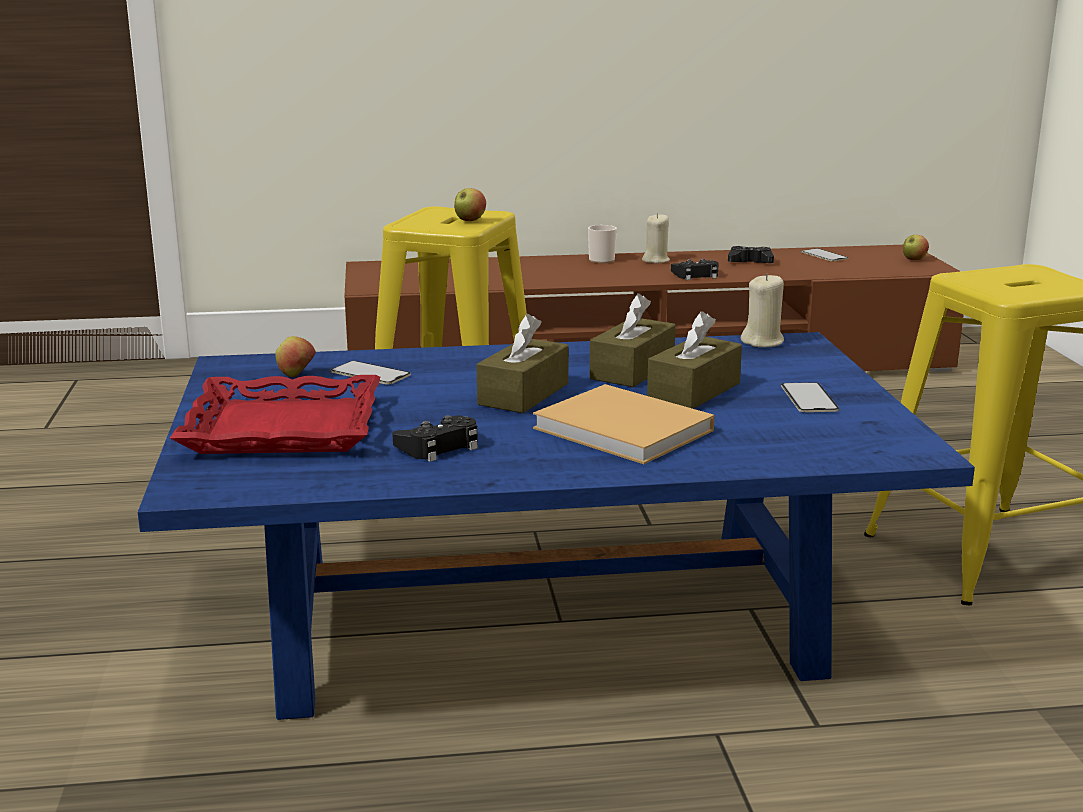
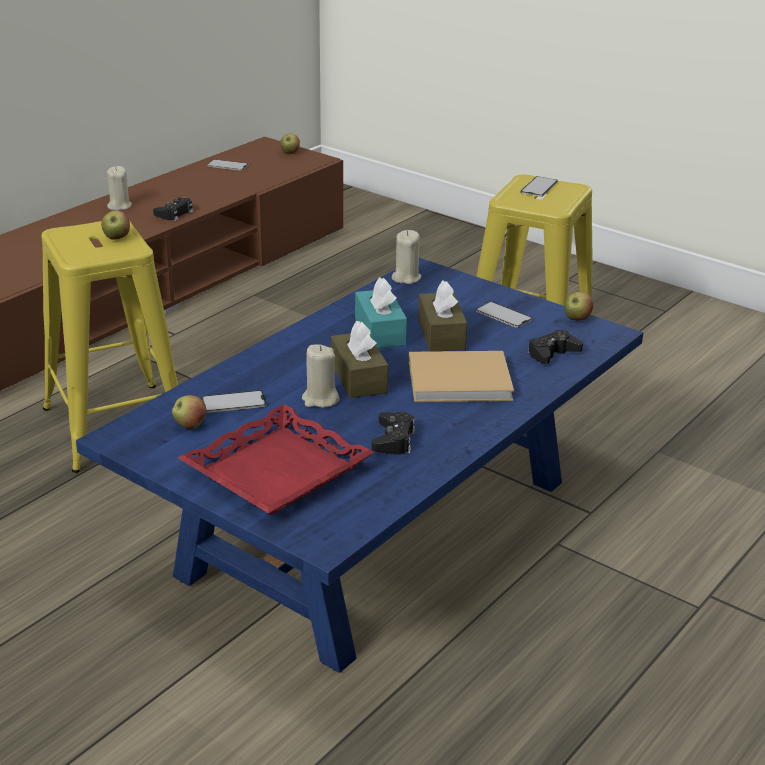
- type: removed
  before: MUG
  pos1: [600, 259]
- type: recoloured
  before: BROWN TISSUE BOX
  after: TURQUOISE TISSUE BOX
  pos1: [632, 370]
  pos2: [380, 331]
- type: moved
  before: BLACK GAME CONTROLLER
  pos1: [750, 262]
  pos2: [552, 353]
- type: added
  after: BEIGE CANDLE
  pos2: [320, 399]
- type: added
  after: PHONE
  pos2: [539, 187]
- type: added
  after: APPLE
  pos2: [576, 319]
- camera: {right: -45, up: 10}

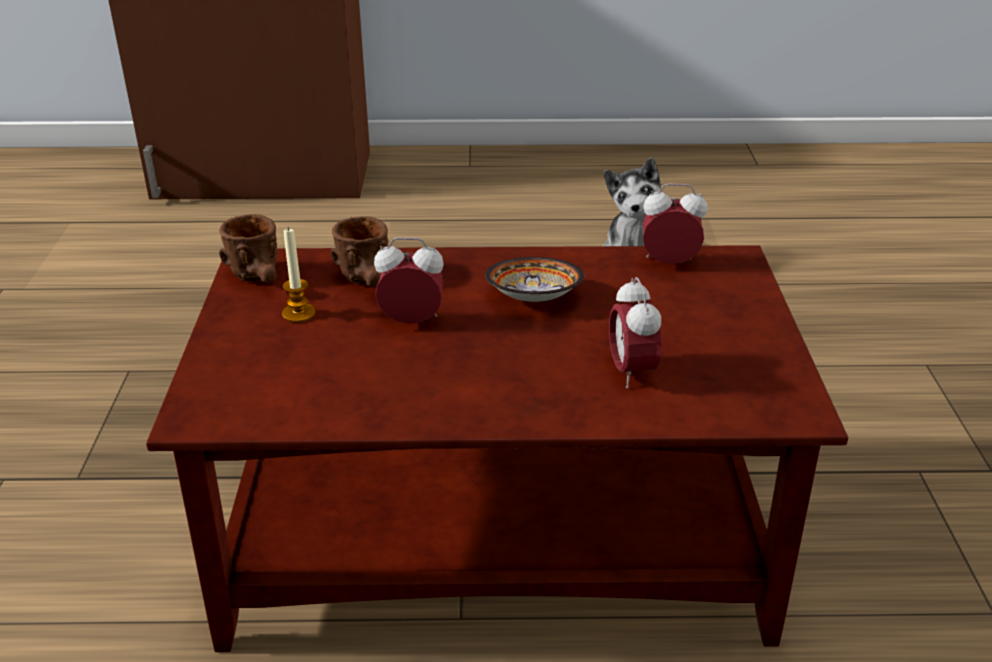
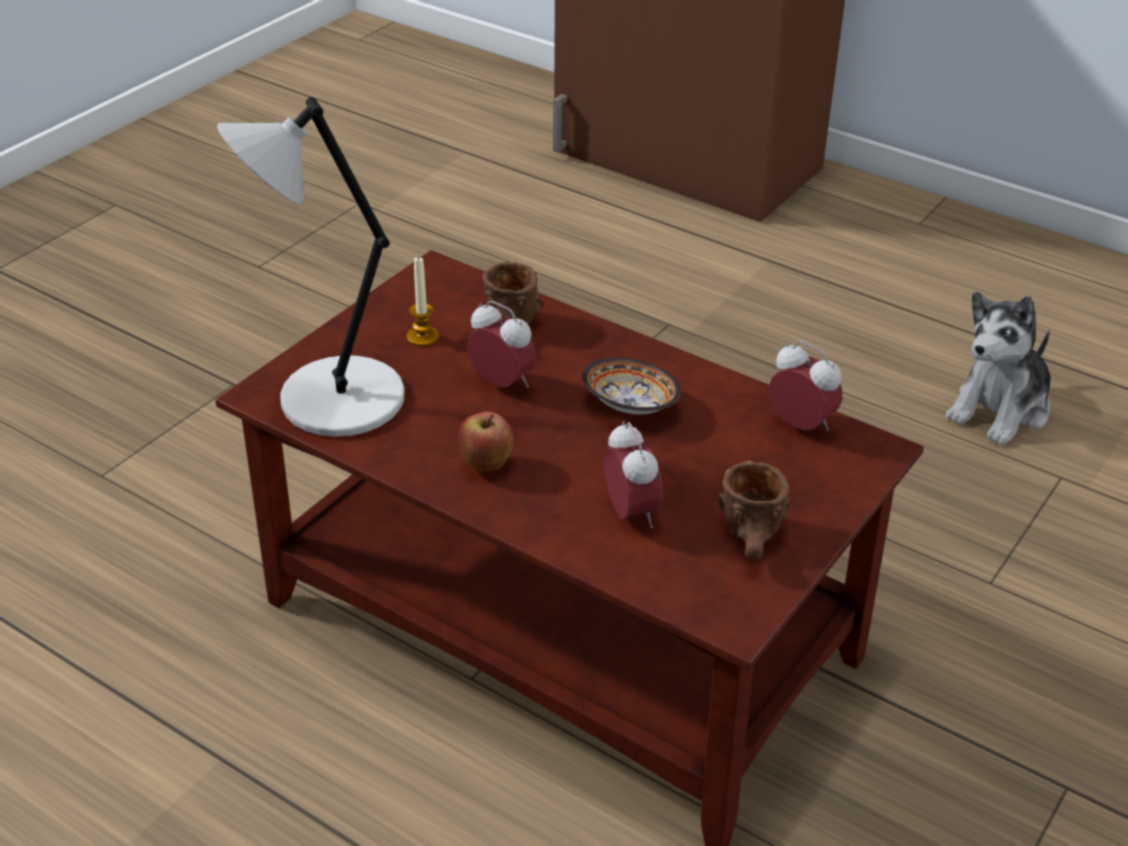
- type: moved
  before: BROWN MUG
  pos1: [262, 279]
  pos2: [754, 542]
- type: turned
  before: ALARM CLOCK
  pos1: [631, 372]
  pos2: [631, 513]
  turn: 135
- type: added
  after: GREY TABLE LAMP
  pos2: [335, 401]
- type: added
  after: APPLE
  pos2: [486, 465]
- camera: {right: 35, up: 5}

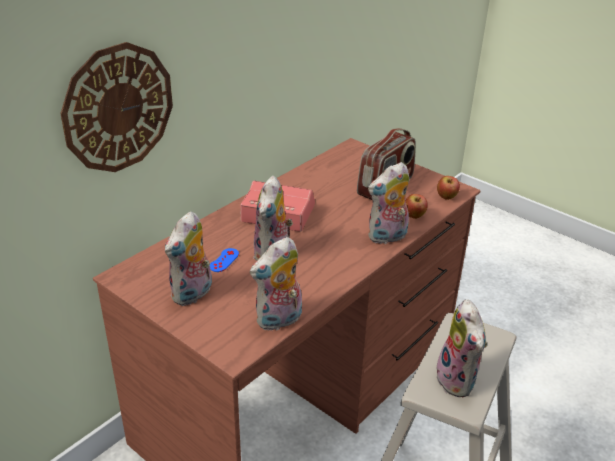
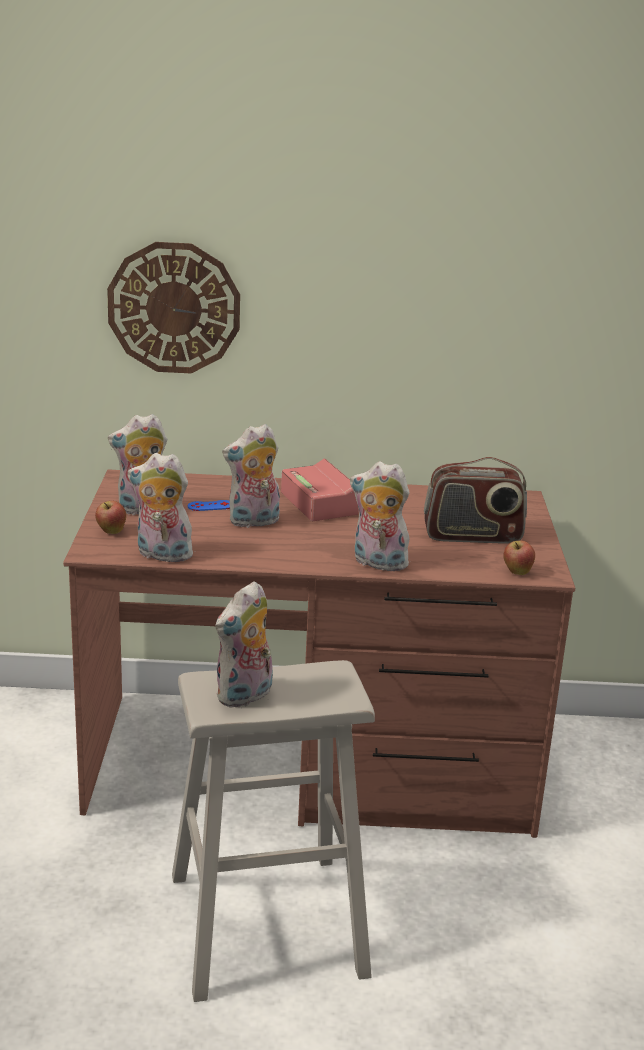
- type: moved
  before: APPLE
  pos1: [414, 216]
  pos2: [111, 531]
- camera: {right: 50, up: -10}

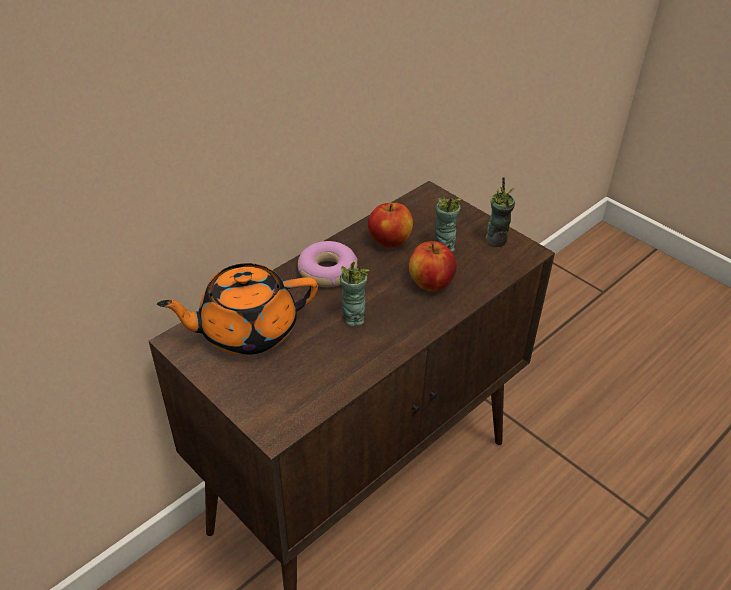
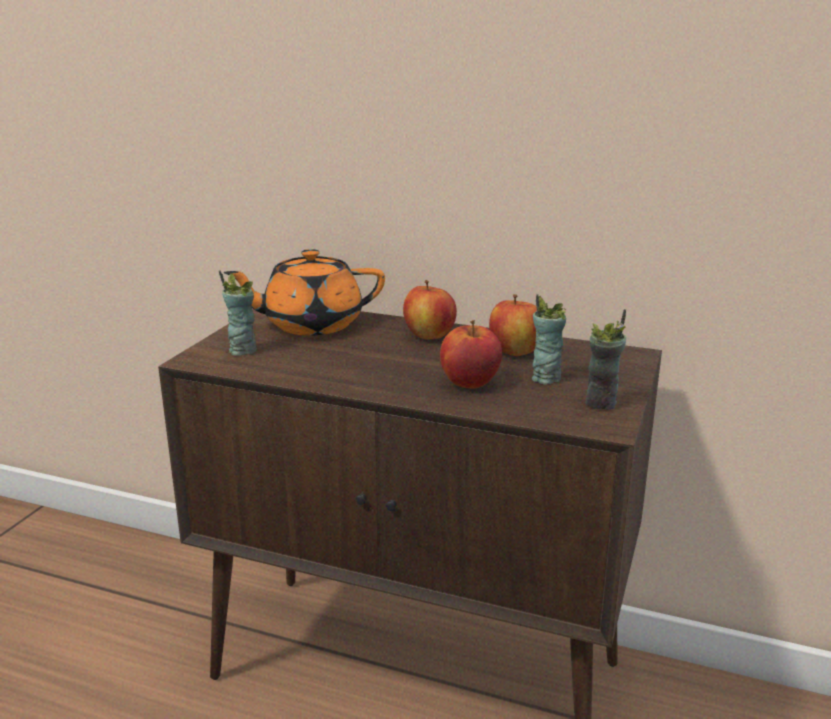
- type: turned
  before: ORANGE TEAPOT
  pos1: [246, 330]
  pos2: [310, 324]
  turn: -60
- type: replaced
  before: DONUT
  after: APPLE
  pos1: [327, 271]
  pos2: [429, 335]
- type: moved
  before: CUP
  pos1: [353, 317]
  pos2: [242, 350]
- camera: {right: 65, up: -20}

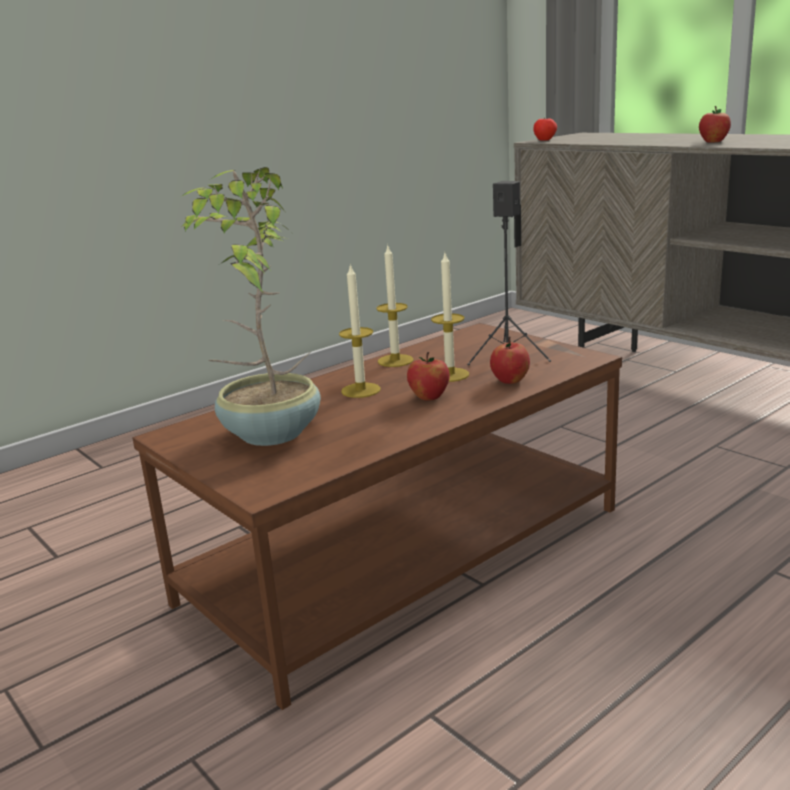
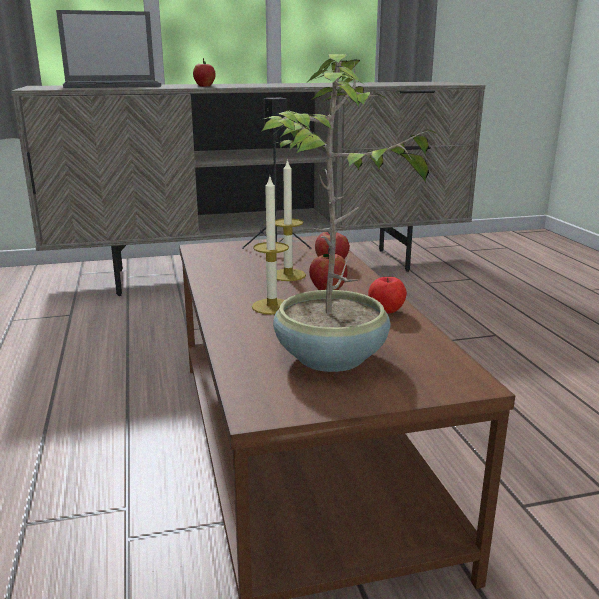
- type: removed
  before: CANDLE
  pos1: [395, 361]
- type: moved
  before: APPLE
  pos1: [545, 140]
  pos2: [386, 310]
- type: added
  after: LAPTOP
  pos2: [113, 85]
- camera: {right: -65, up: 0}

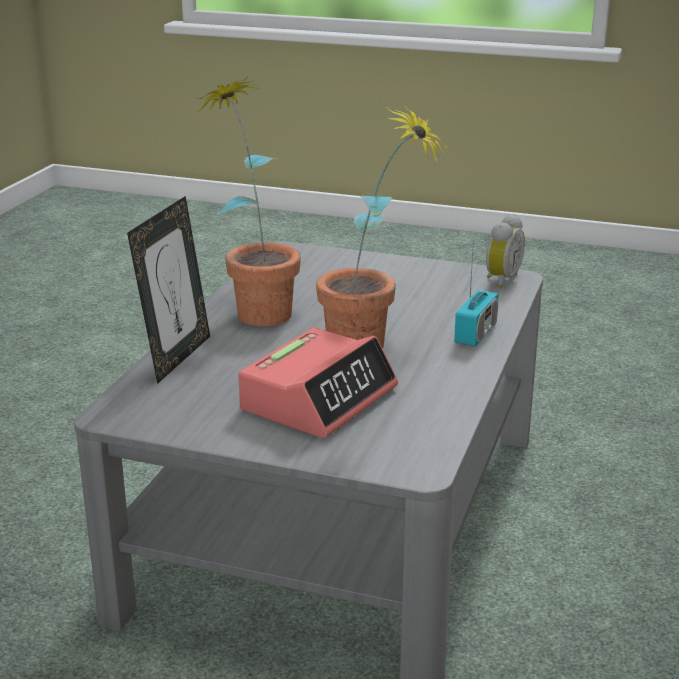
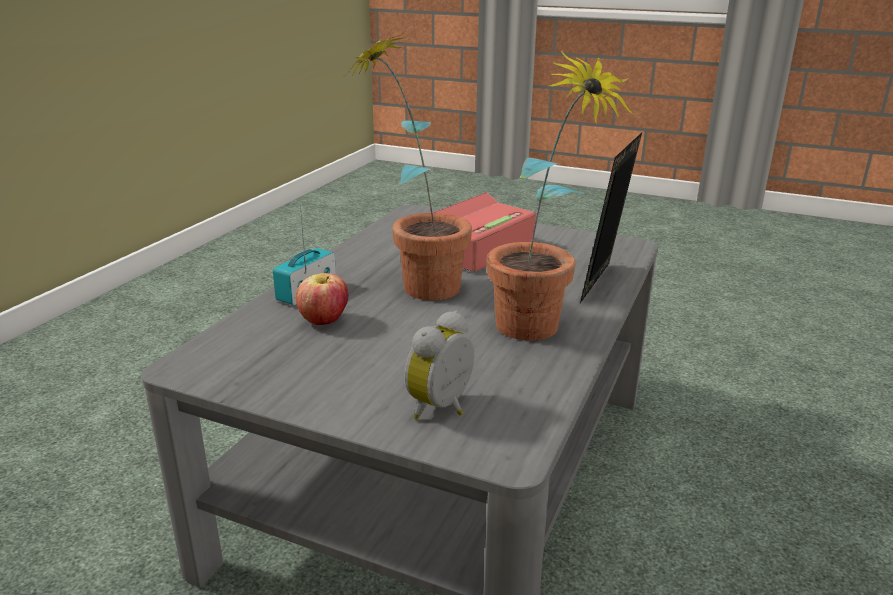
- type: moved
  before: ALARM CLOCK
  pos1: [500, 280]
  pos2: [444, 408]
- type: added
  after: APPLE
  pos2: [324, 321]
- camera: {right: -175, up: 0}

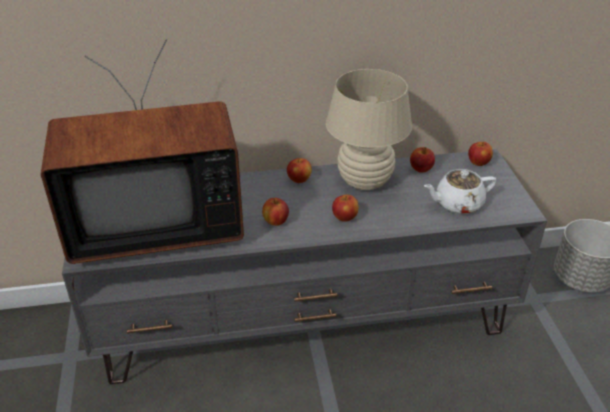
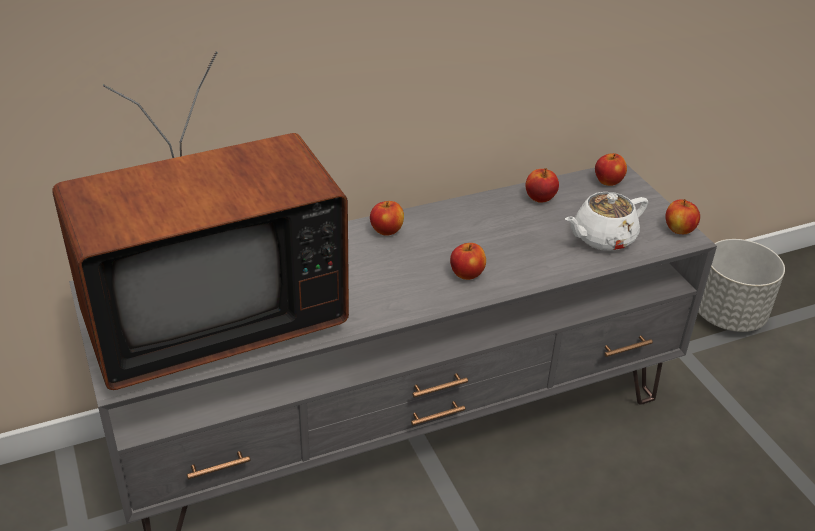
- type: moved
  before: APPLE
  pos1: [275, 221]
  pos2: [679, 230]
- type: removed
  before: BEIGE TABLE LAMP
  pos1: [364, 181]
- camera: {right: -15, up: 0}

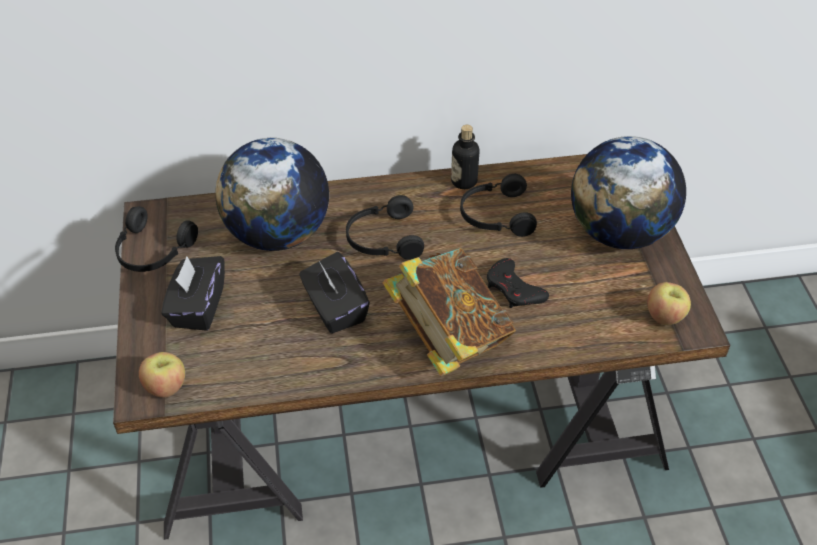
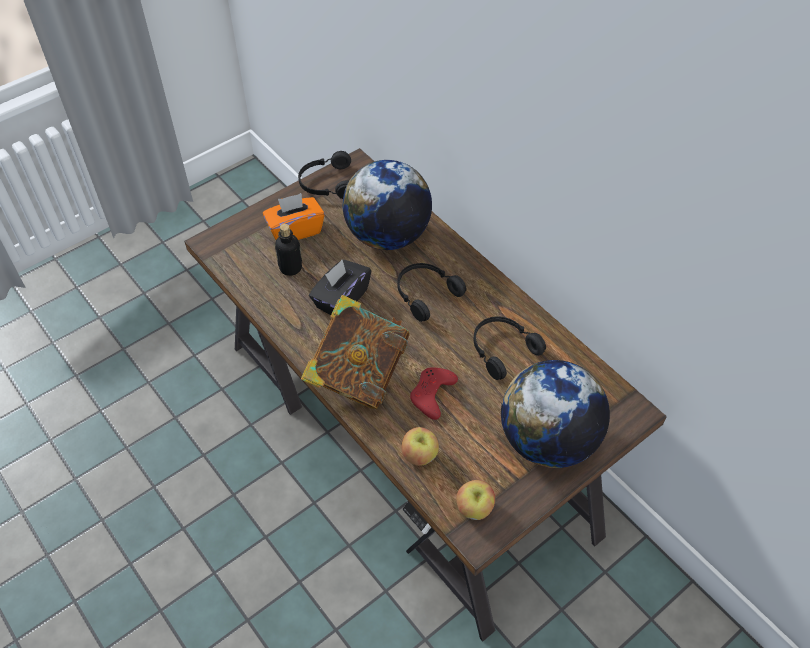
- type: moved
  before: APPLE
  pos1: [166, 387]
  pos2: [419, 455]
- type: recoloured
  before: BLACK TISSUE BOX
  after: ORANGE TISSUE BOX
  pos1: [197, 307]
  pos2: [295, 230]
- type: moved
  before: BOTTLE
  pos1: [464, 181]
  pos2: [290, 268]
- type: recoloured
  before: BLACK GAME CONTROLLER
  after: RED GAME CONTROLLER
  pos1: [514, 289]
  pos2: [432, 394]
- camera: {right: 60, up: 5}

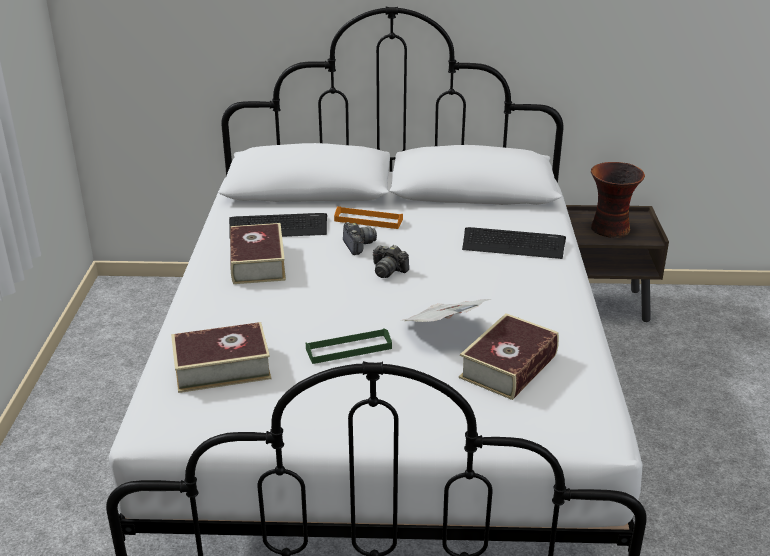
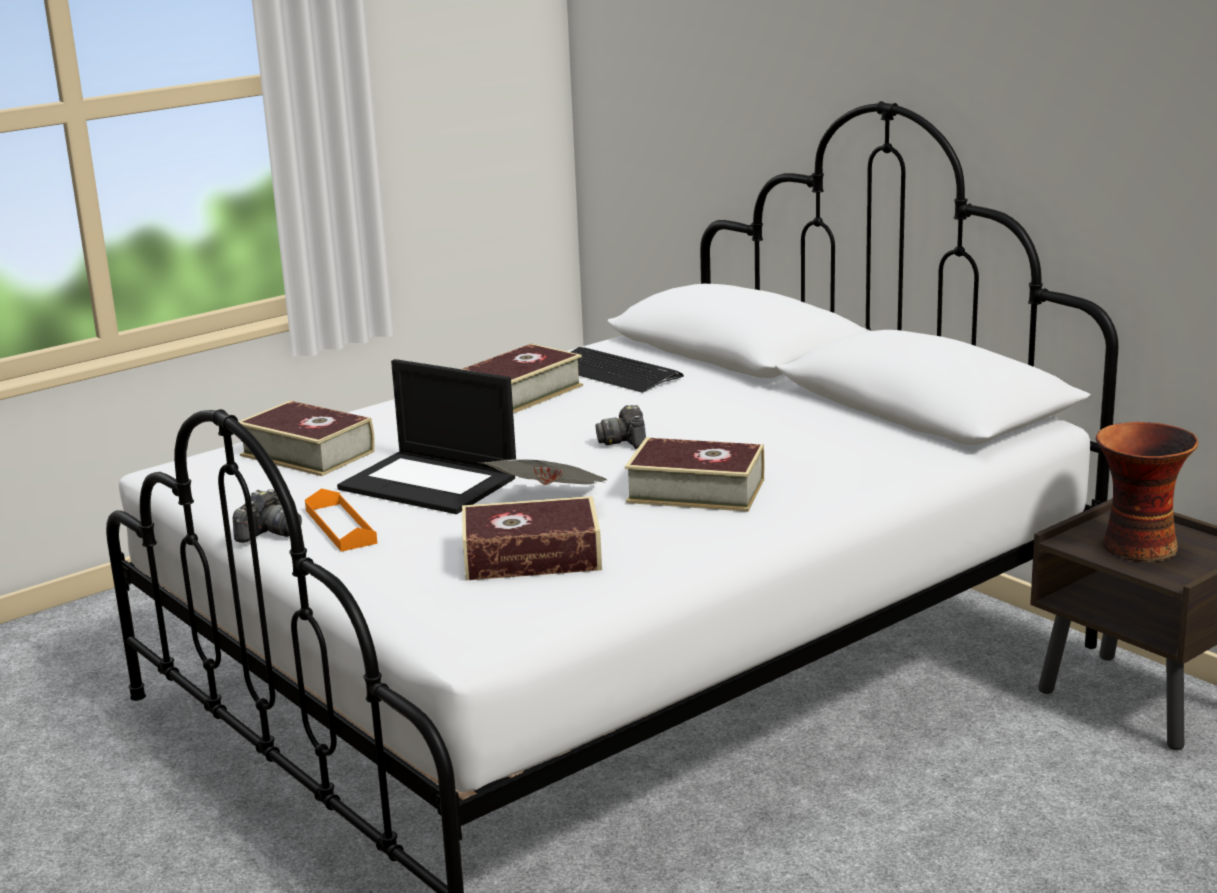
- type: replaced
  before: GREEN TRAY
  after: LAPTOP
  pos1: [348, 349]
  pos2: [431, 483]
- type: moved
  before: ORANGE TRAY
  pos1: [368, 220]
  pos2: [340, 526]
- type: moved
  before: PHOTO CAMERA
  pos1: [358, 245]
  pos2: [269, 533]
- type: removed
  before: KEYBOARD
  pos1: [513, 244]
- type: added
  after: BOOK
  pos2: [696, 491]
- camera: {right: 50, up: -10}

